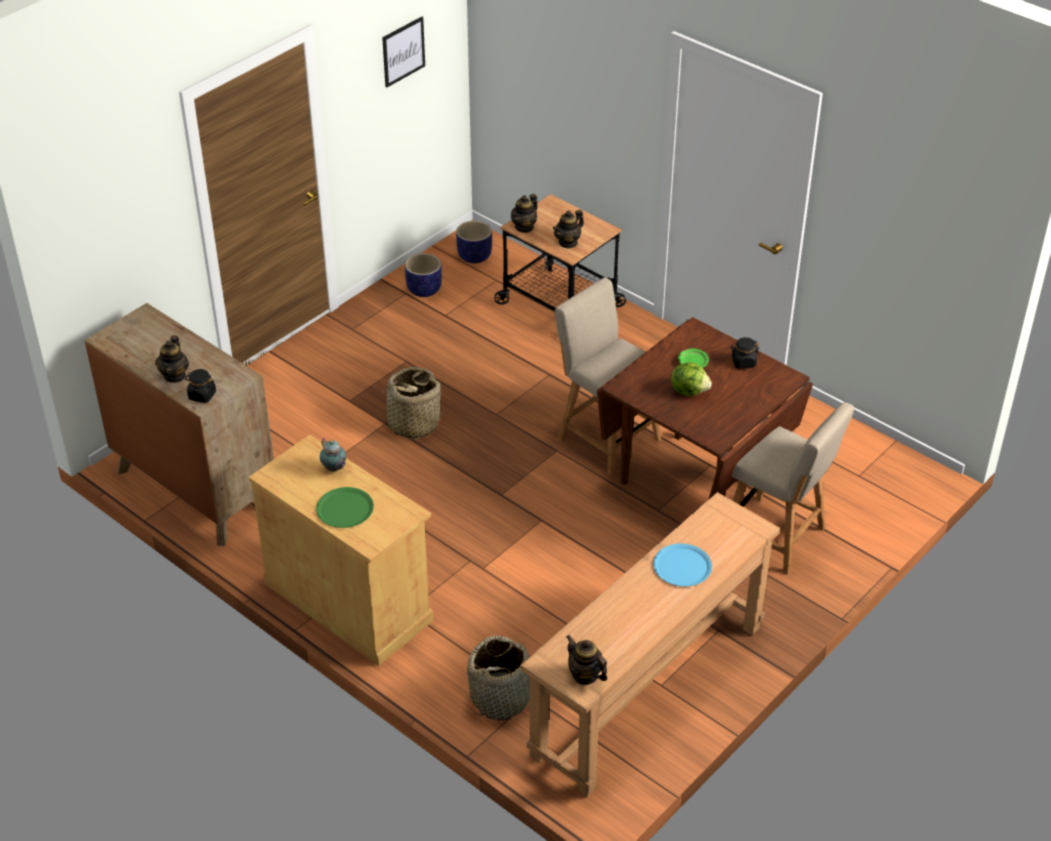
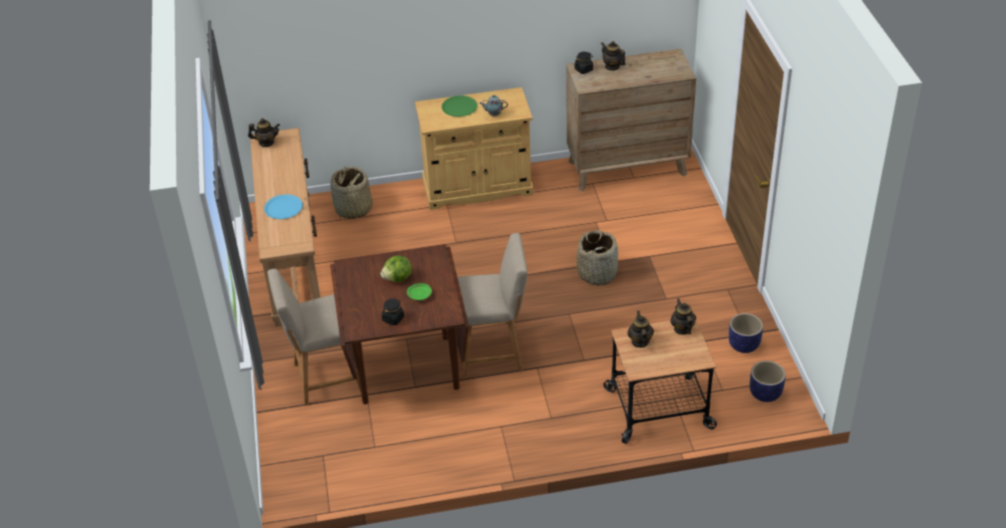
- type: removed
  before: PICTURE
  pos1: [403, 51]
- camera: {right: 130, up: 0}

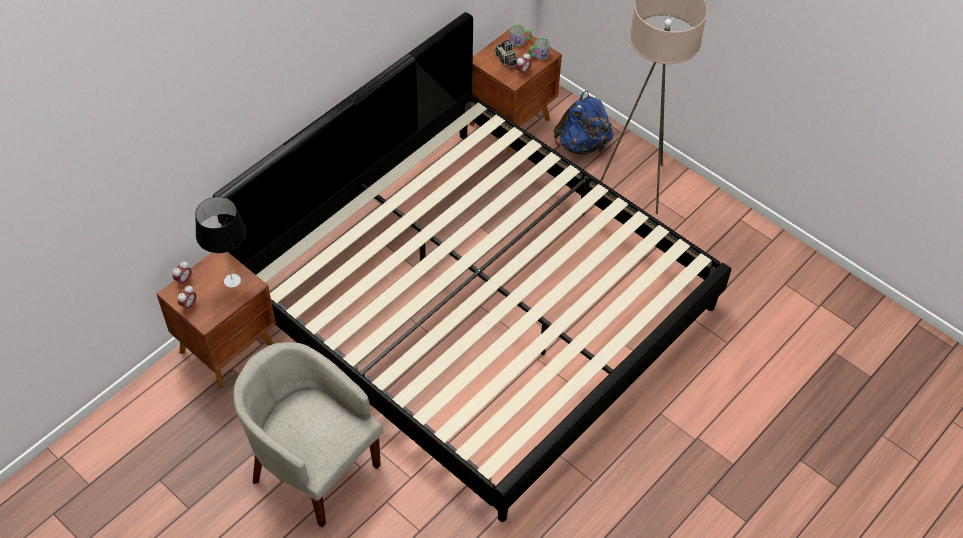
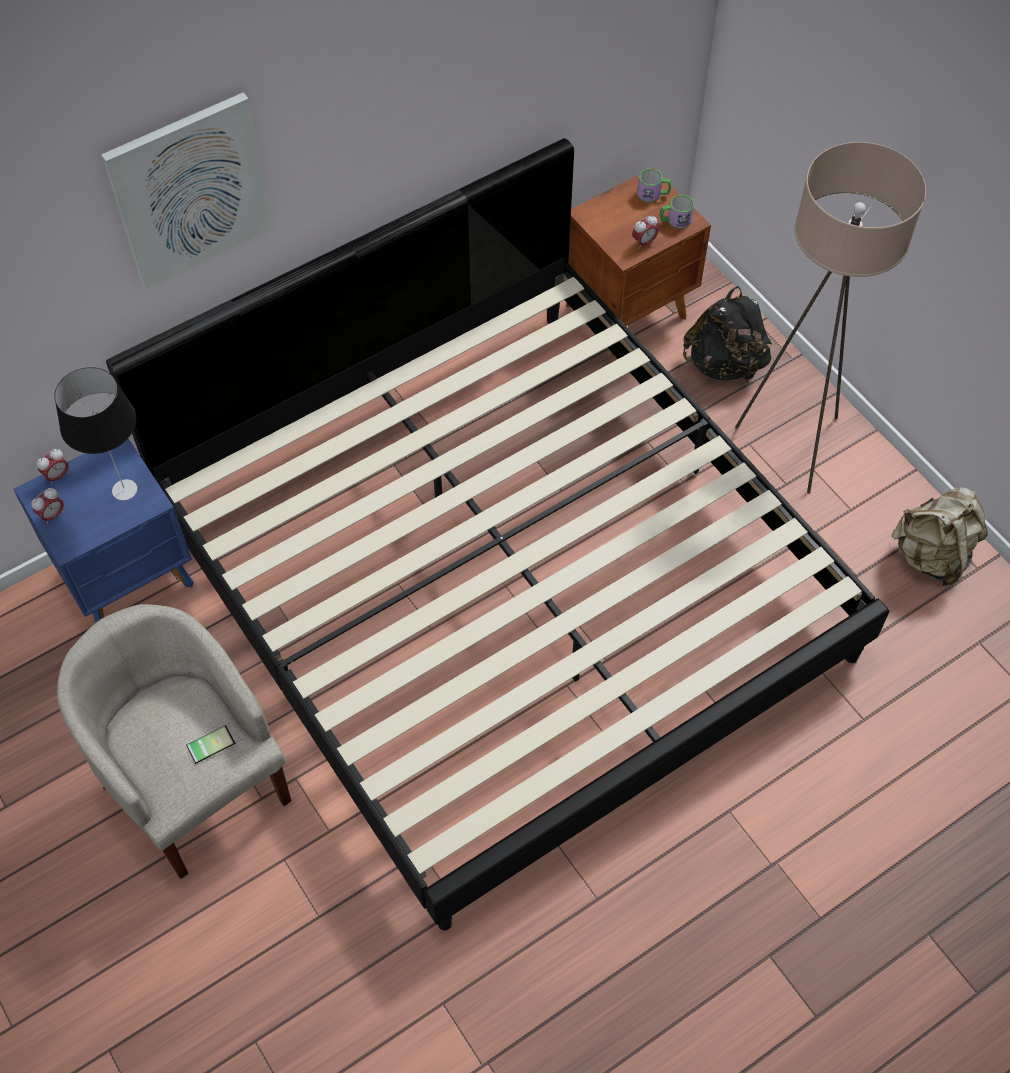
- type: recoloured
  before: BROWN NIGHTSTAND
  after: BLUE NIGHTSTAND
  pos1: [228, 348]
  pos2: [130, 578]
- type: removed
  before: PHOTO CAMERA
  pos1: [506, 60]
- type: recoloured
  before: BLUE BACKPACK
  after: BLACK BACKPACK
  pos1: [582, 144]
  pos2: [725, 364]
- type: added
  after: PICTURE
  pos2: [190, 191]
- type: added
  after: PHONE
  pos2: [209, 742]
- type: added
  after: BEIGE BACKPACK
  pos2: [931, 556]
- camera: {right: 15, up: 5}

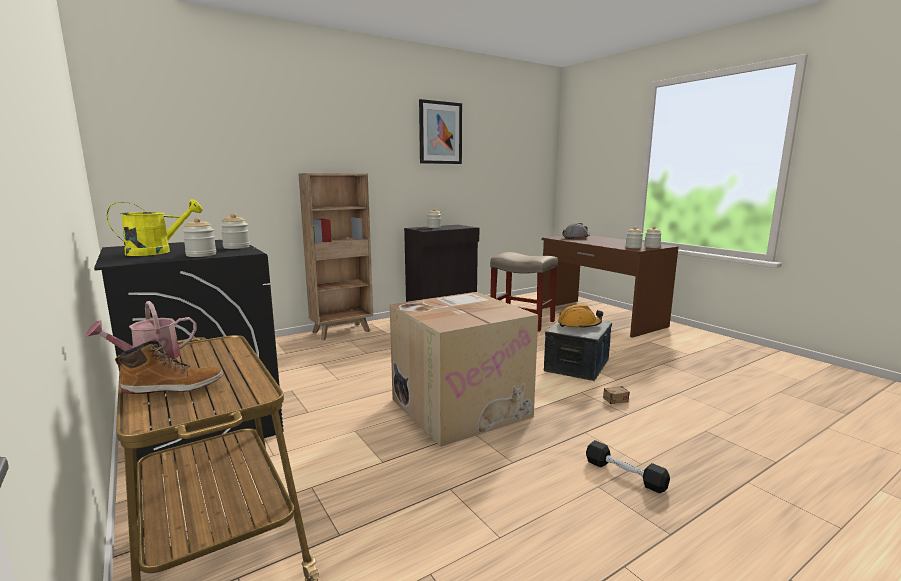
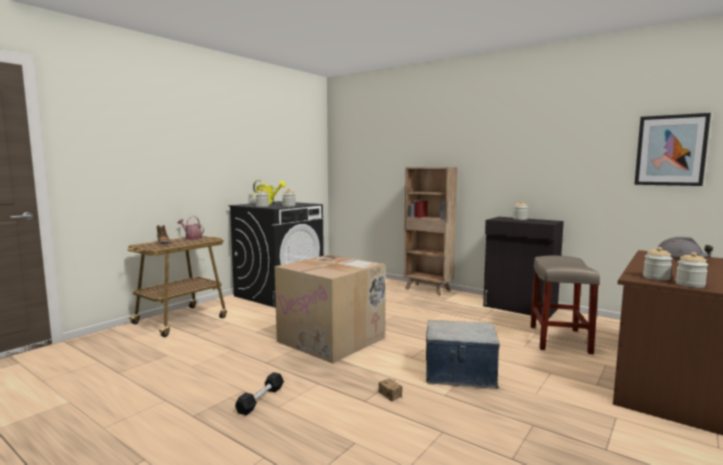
- type: moved
  before: PICTURE
  pos1: [440, 133]
  pos2: [670, 150]
- type: removed
  before: ORANGE HARD HAT
  pos1: [579, 325]
- camera: {right: 70, up: -5}

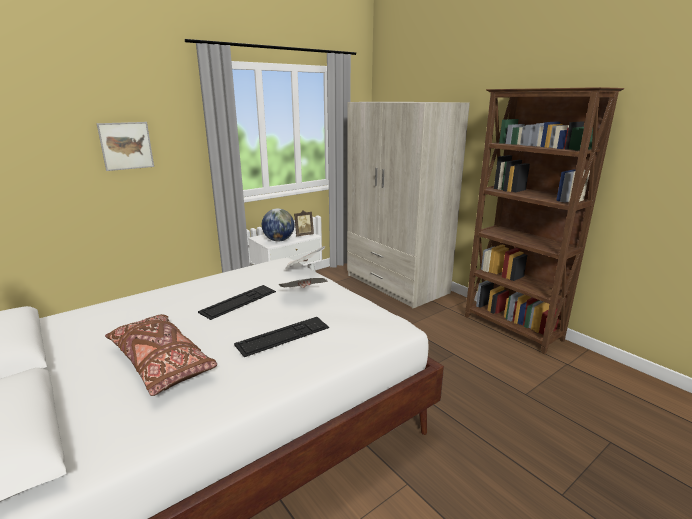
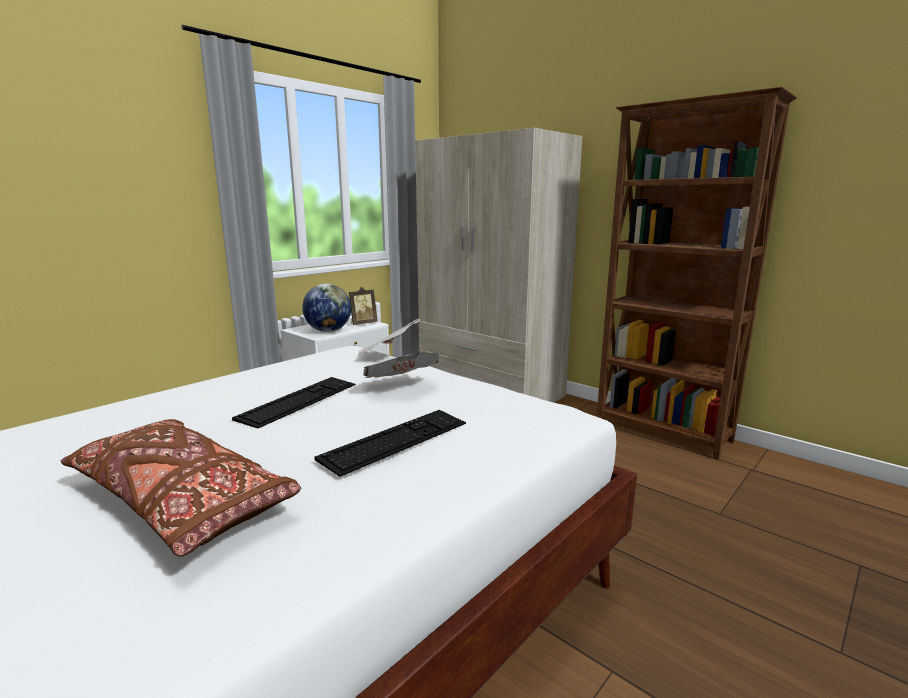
- type: removed
  before: PICTURE
  pos1: [126, 146]
- camera: {right: -10, up: -5}

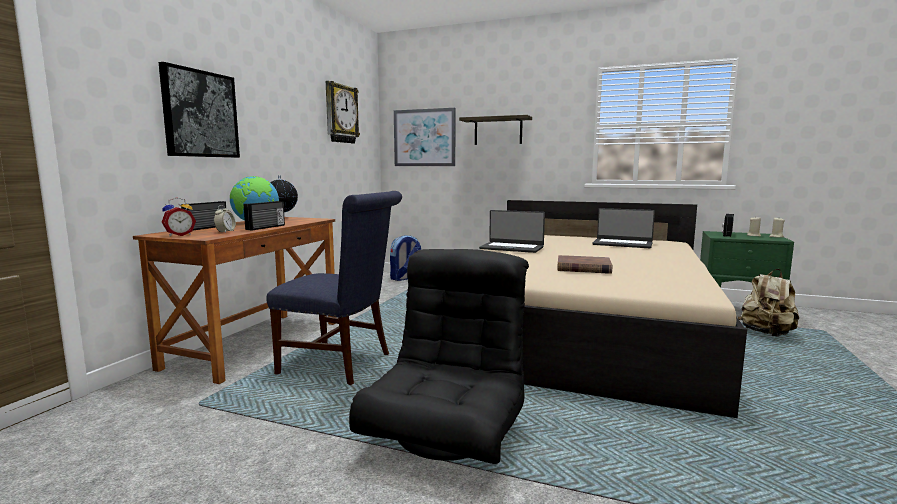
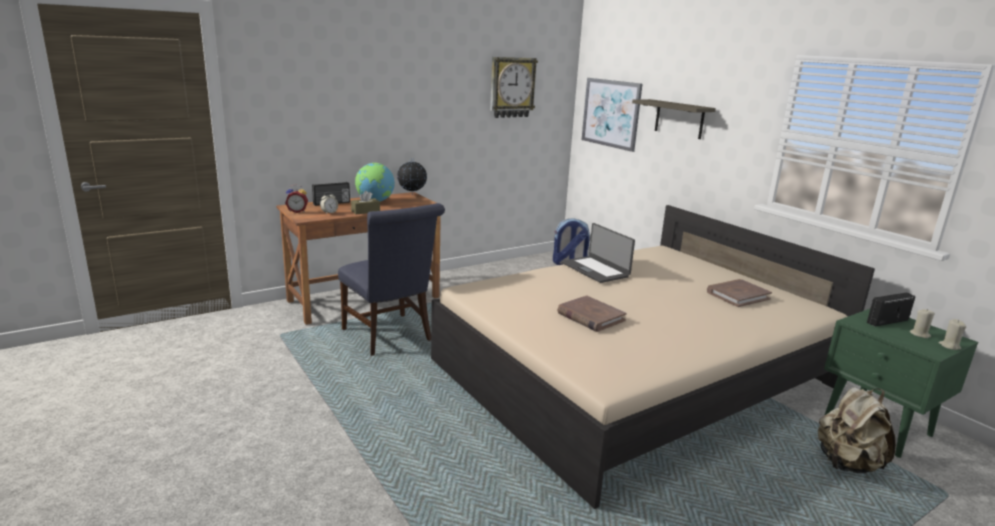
- type: removed
  before: PICTURE
  pos1: [200, 114]
- type: replaced
  before: RADIO
  after: BROWN TISSUE BOX
  pos1: [266, 227]
  pos2: [365, 211]
- type: removed
  before: BLACK ARMCHAIR
  pos1: [448, 433]
- type: replaced
  before: LAPTOP
  after: BROWN BOOK
  pos1: [622, 244]
  pos2: [737, 295]
- camera: {right: 35, up: 10}

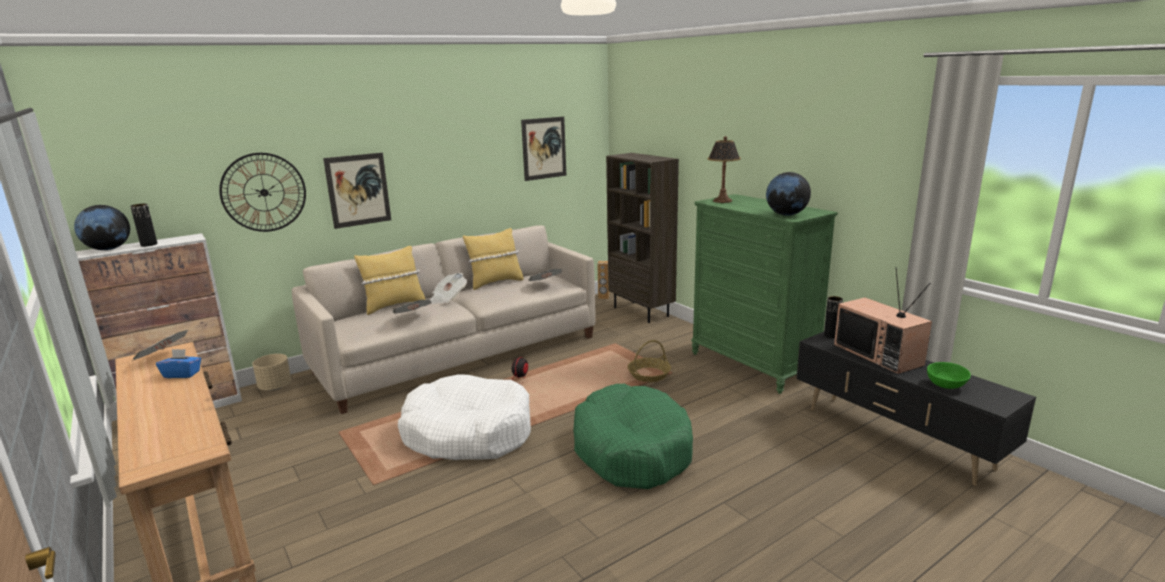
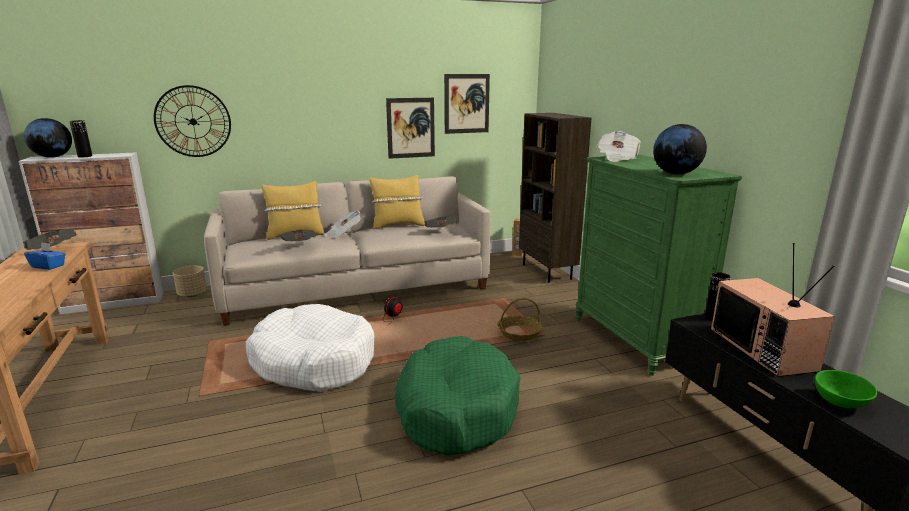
- type: moved
  before: PICTURE
  pos1: [358, 190]
  pos2: [411, 128]
- type: replaced
  before: TABLE LAMP
  after: NEWSPAPER
  pos1: [722, 201]
  pos2: [617, 158]
- camera: {right: 15, up: 0}

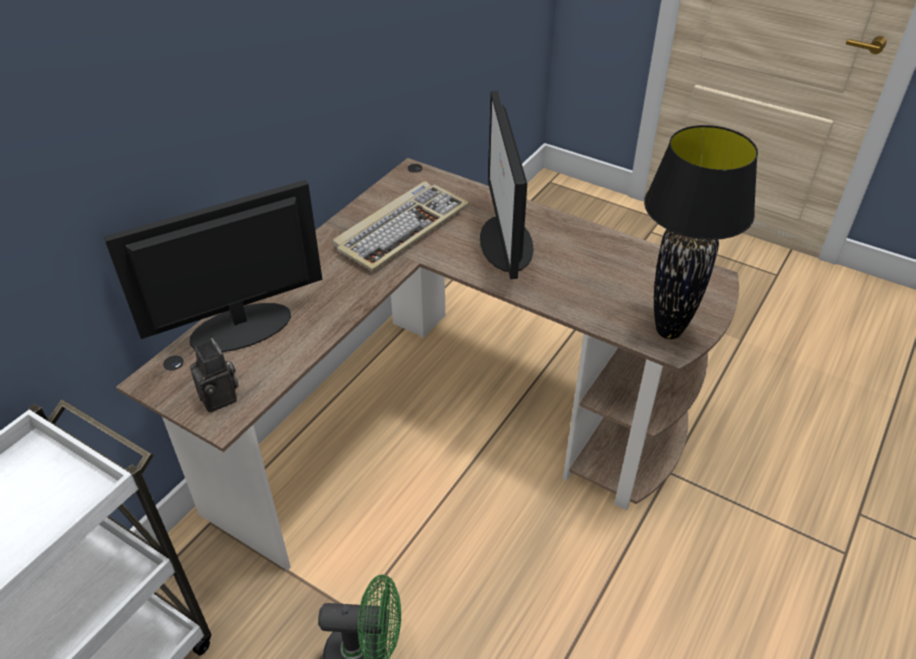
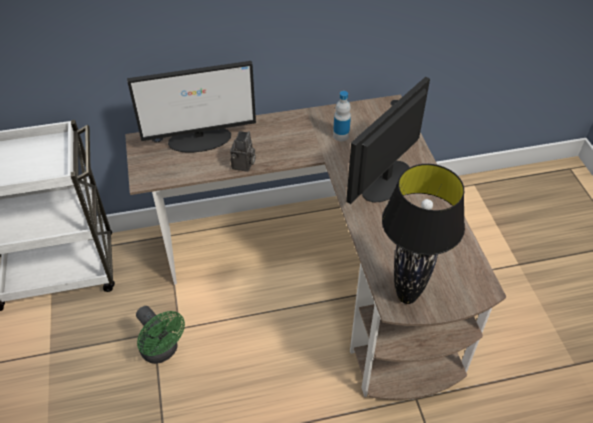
- type: turned
  before: MONITOR
  pos1: [239, 327]
  pos2: [201, 139]
  turn: 150
- type: moved
  before: PHOTO CAMERA
  pos1: [221, 398]
  pos2: [243, 165]
- type: replaced
  before: KEYBOARD
  after: BOTTLE
  pos1: [401, 228]
  pos2: [341, 135]
- camera: {right: 45, up: 5}

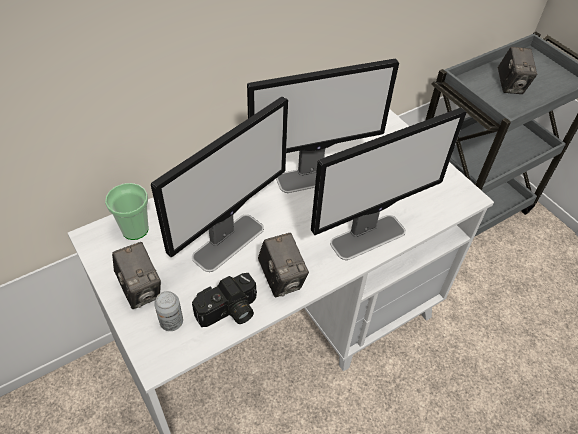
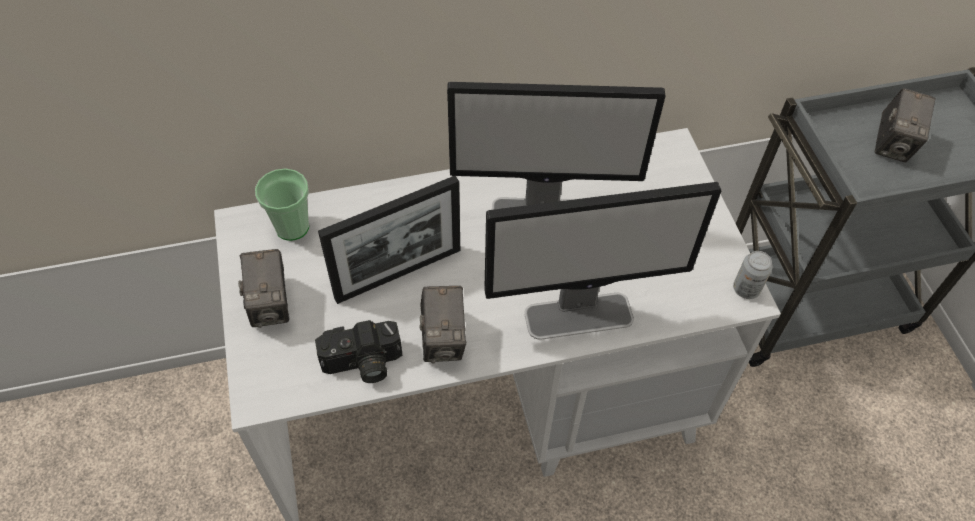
- type: replaced
  before: MONITOR
  after: PICTURE FRAME
  pos1: [229, 242]
  pos2: [398, 274]
- type: moved
  before: CAN
  pos1: [171, 322]
  pos2: [746, 289]
- camera: {right: 20, up: 5}

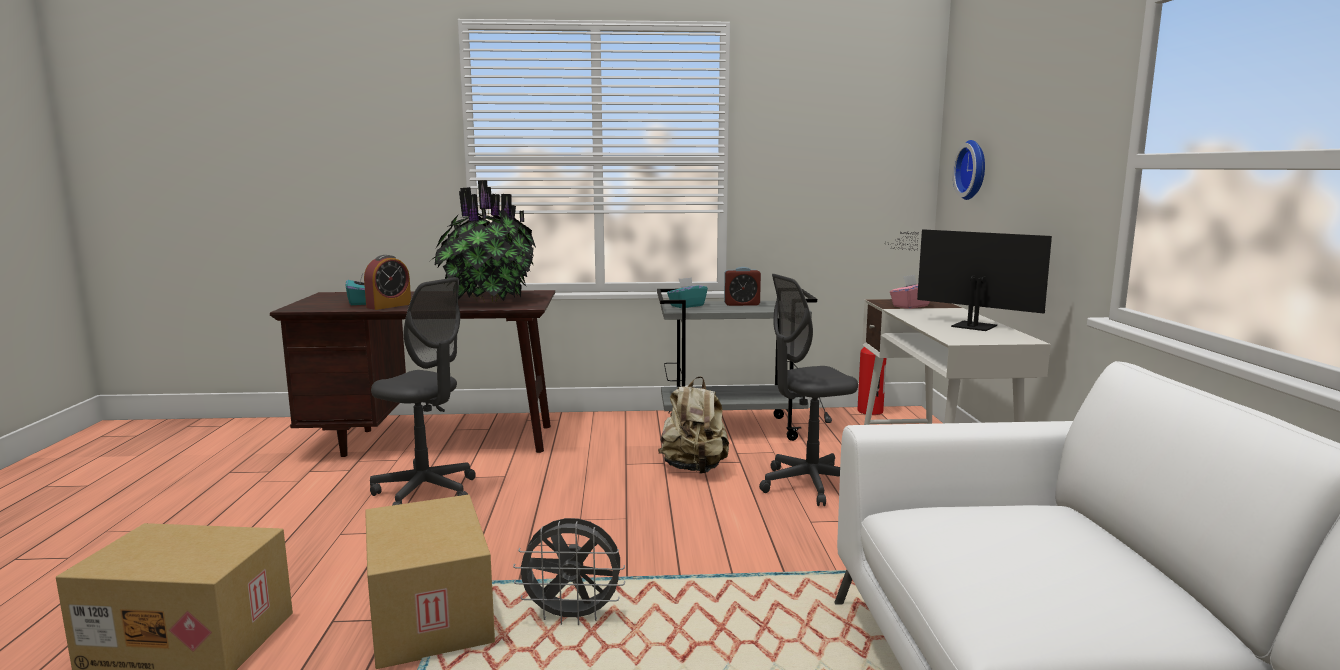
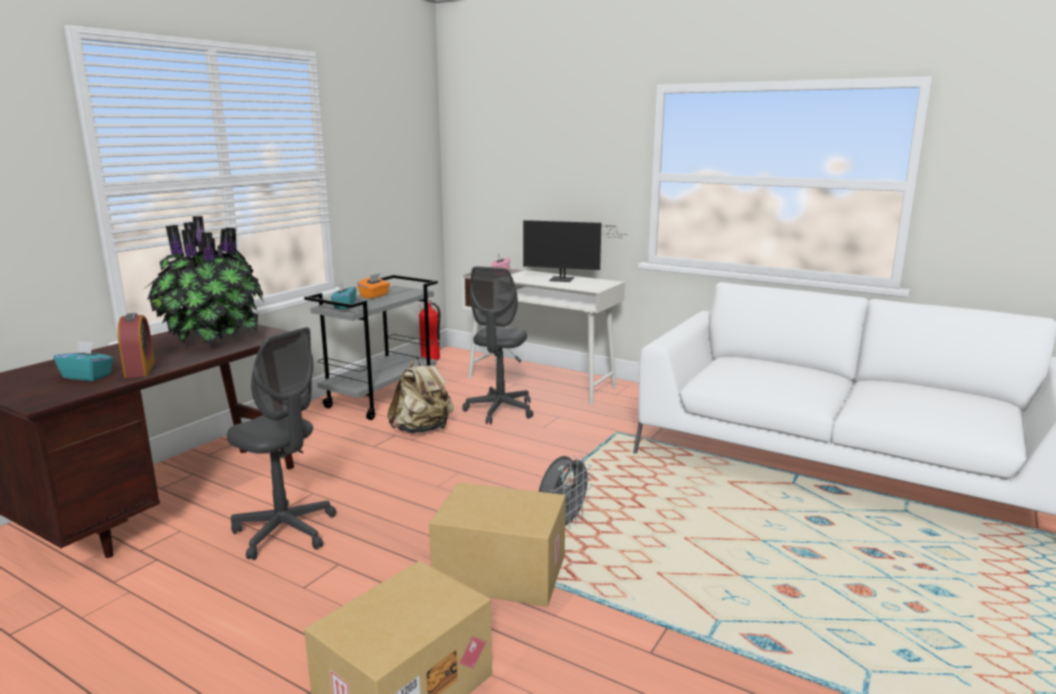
- type: turned
  before: GREY OFFICE CHAIR
  pos1: [426, 492]
  pos2: [285, 532]
  turn: 60
- type: replaced
  before: ALARM CLOCK
  after: ORANGE TISSUE BOX
  pos1: [741, 304]
  pos2: [374, 296]
- type: turned
  before: MONITOR
  pos1: [968, 325]
  pos2: [565, 279]
  turn: -150
- type: removed
  before: WALL CLOCK
  pos1: [974, 170]
- camera: {right: -55, up: 5}

